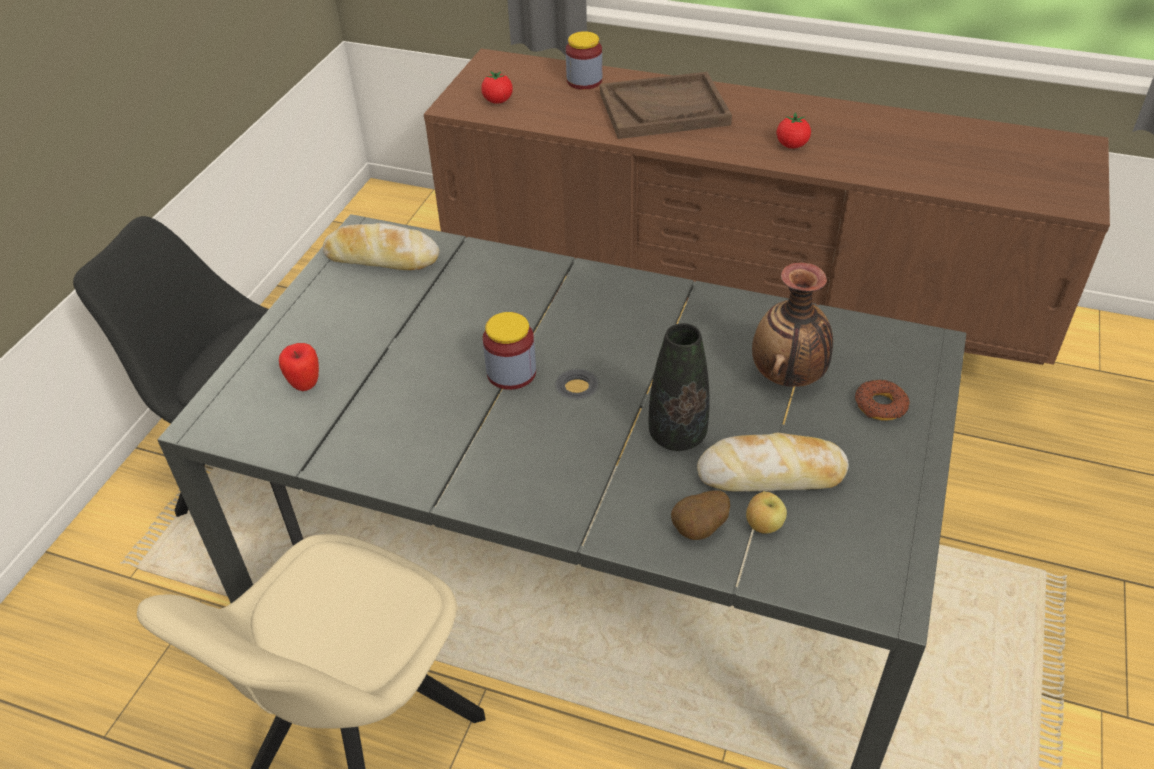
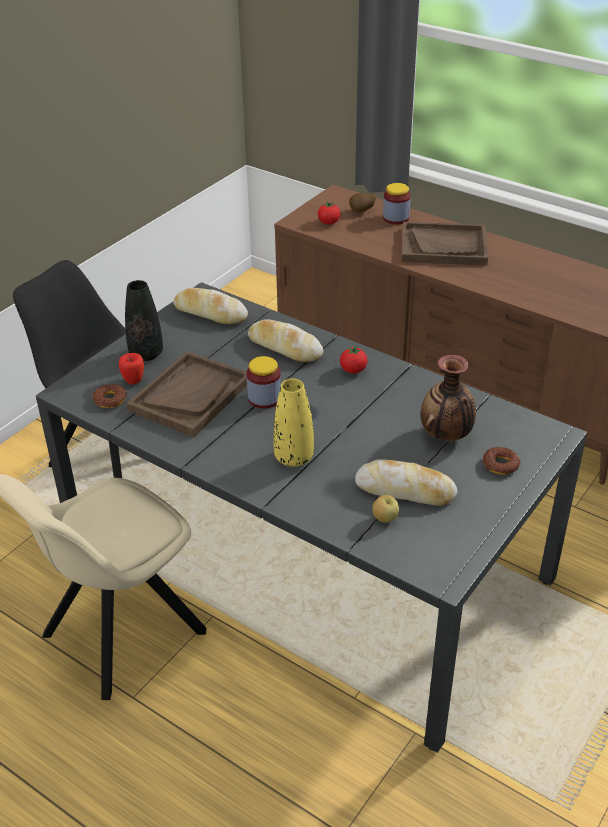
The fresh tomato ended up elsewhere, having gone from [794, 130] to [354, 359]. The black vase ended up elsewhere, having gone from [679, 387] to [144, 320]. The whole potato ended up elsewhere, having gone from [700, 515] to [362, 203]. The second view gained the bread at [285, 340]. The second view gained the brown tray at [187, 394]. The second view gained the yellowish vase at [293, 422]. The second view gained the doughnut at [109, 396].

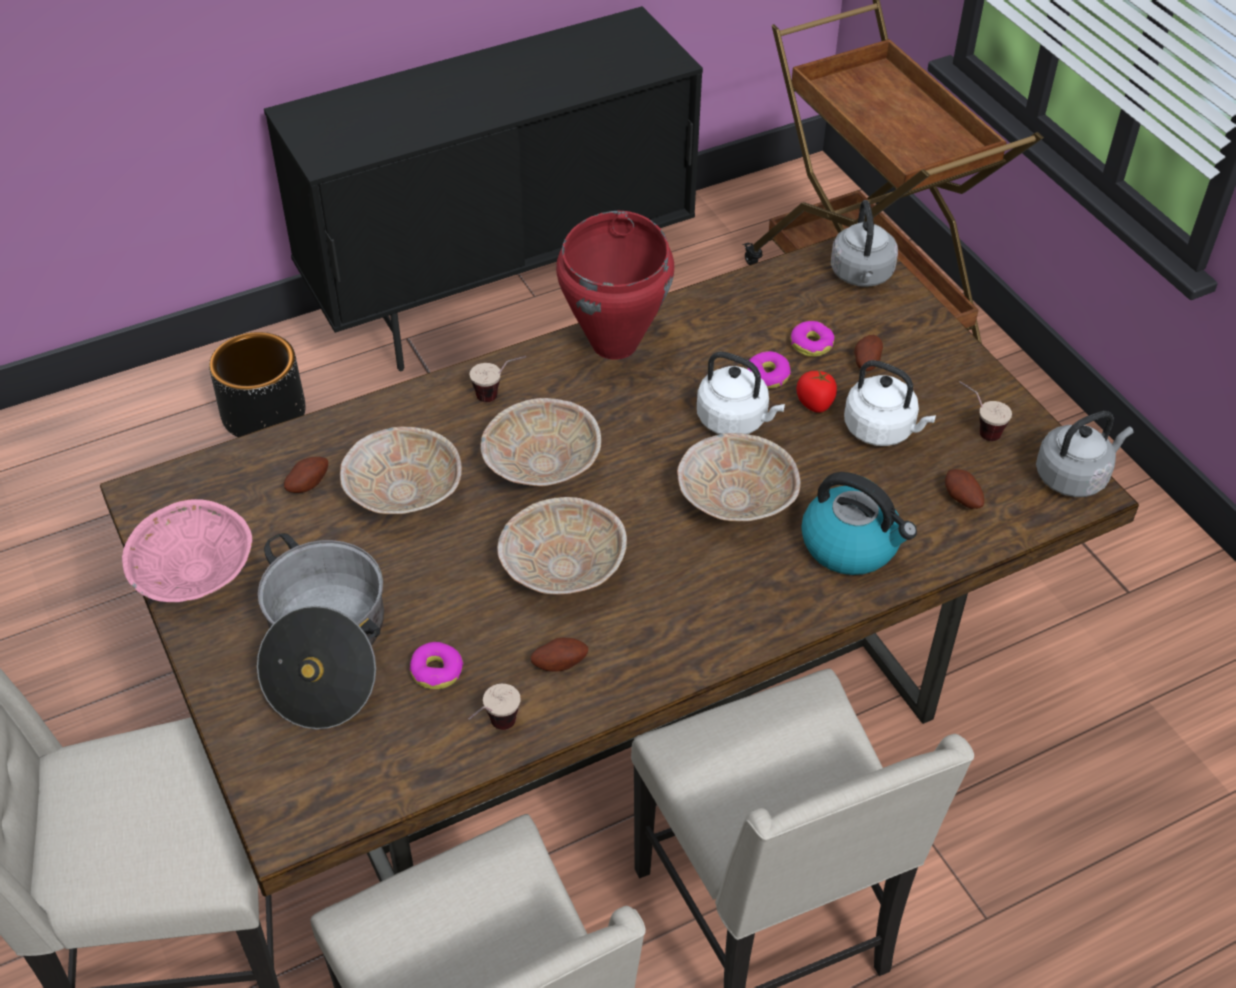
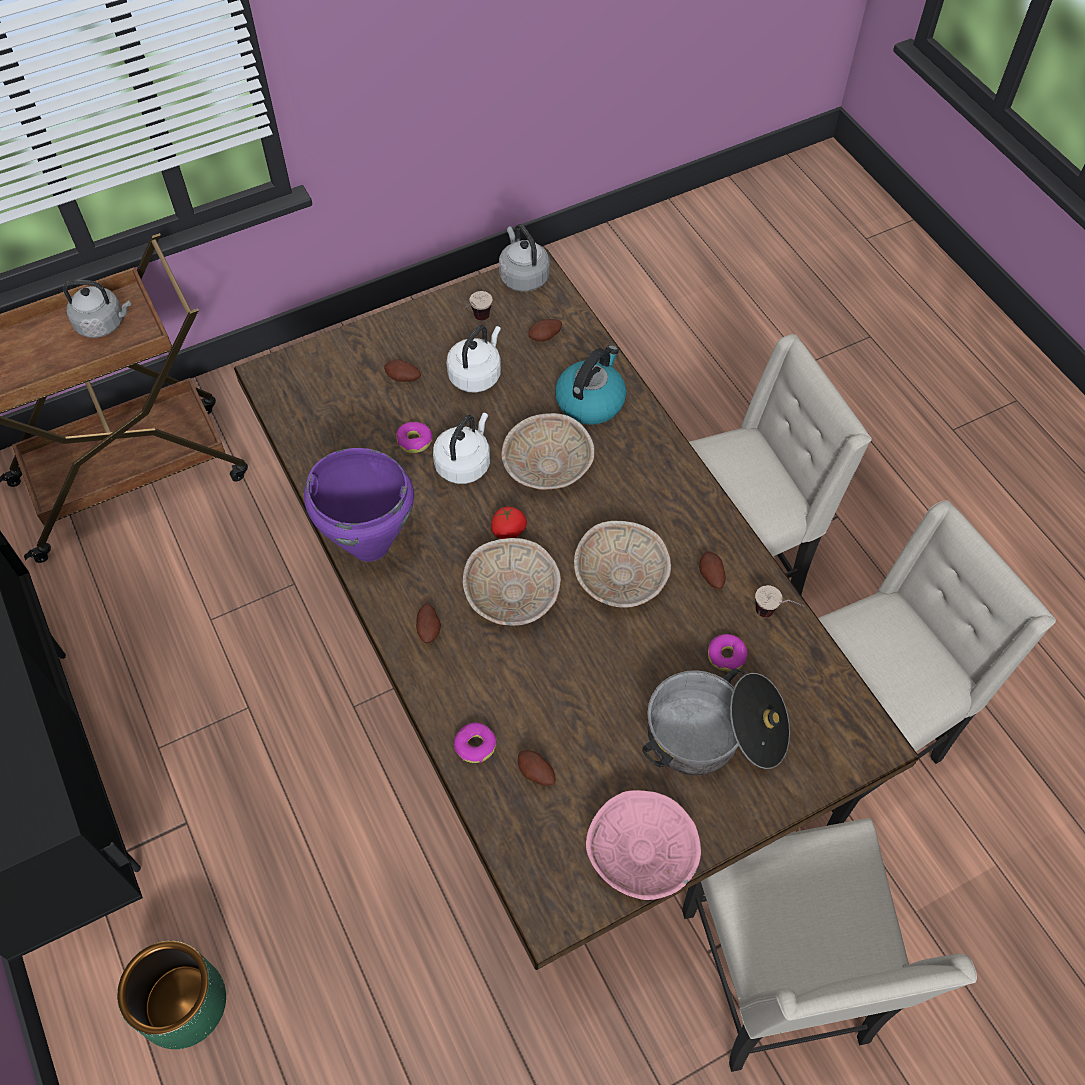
The grey tea kettle ended up elsewhere, having gone from [864, 243] to [97, 309]. What was the red saucepot at [615, 285] turned into the purple-coloured saucepot at [359, 505]. The doughnut ended up elsewhere, having gone from [812, 339] to [475, 742]. What was the black flower pot at [257, 384] turned into the green-coloured flower pot at [171, 995]. Where the cup stood at [498, 379], the whole potato came to stand at [428, 623]. The fresh tomato ended up elsewhere, having gone from [816, 391] to [509, 523]. The second view lost the beige deep dish at [401, 470].

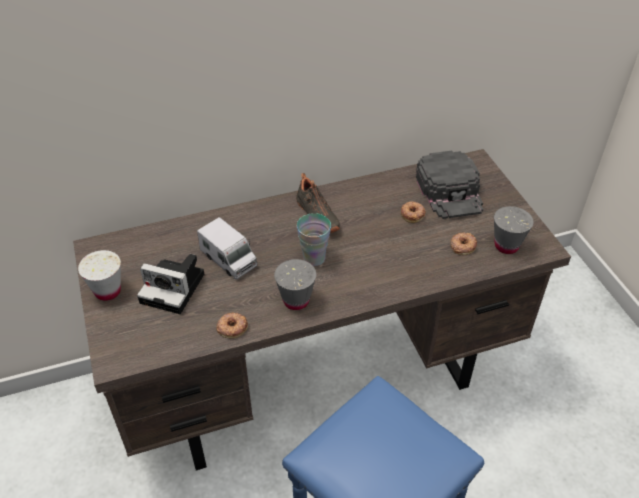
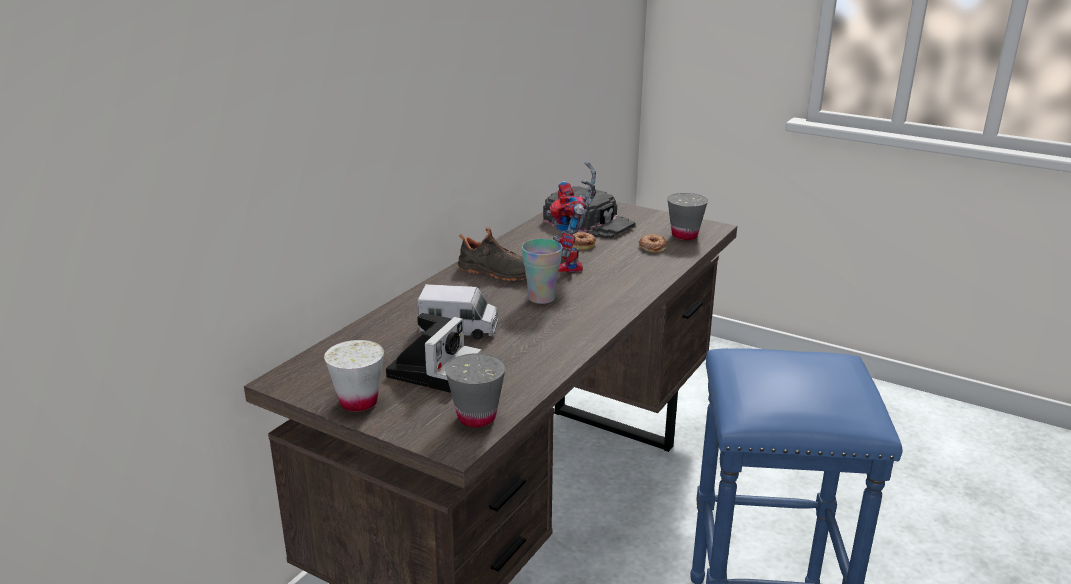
The still camera at [170, 284] ended up facing another way, 45 degrees counterclockwise from before. The grey cup ended up elsewhere, having gone from [295, 284] to [475, 390]. The second view lost the doughnut at [232, 325]. The second view gained the toy robot at [571, 217].

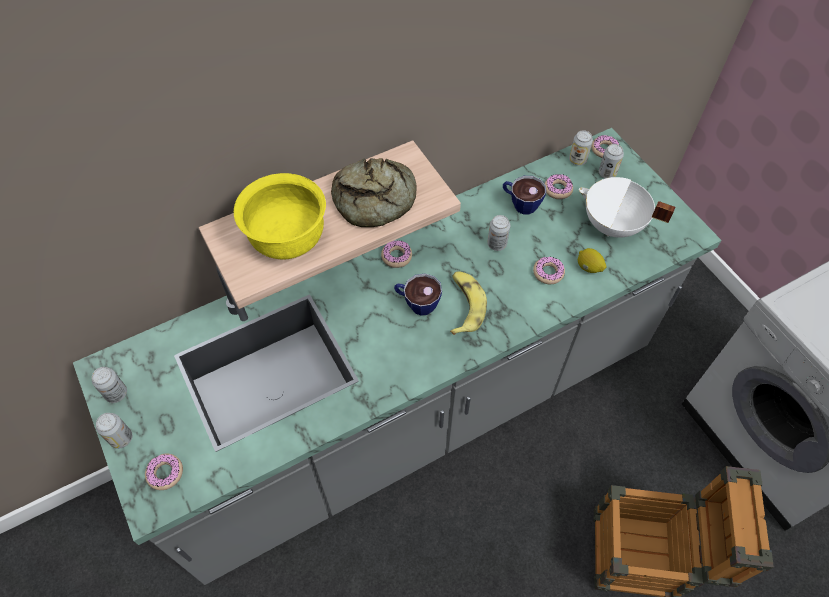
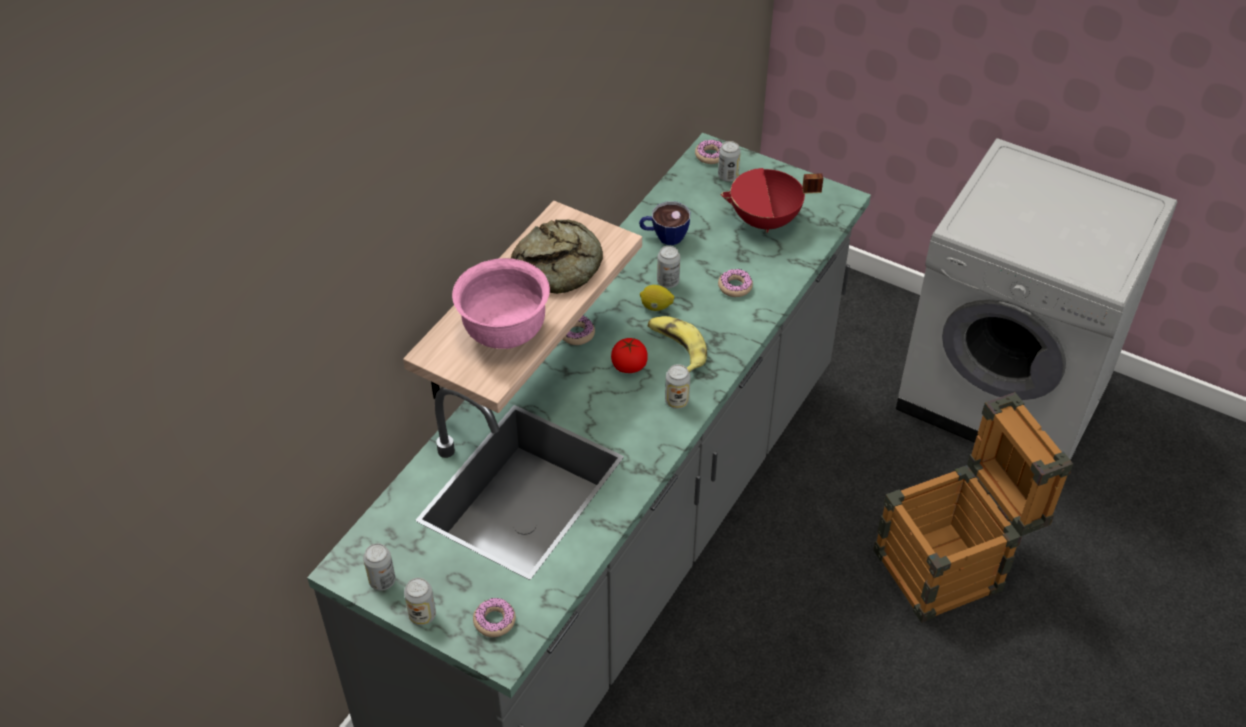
The can ended up elsewhere, having gone from [581, 148] to [677, 386]. What was the yellowish deep dish at [280, 216] turned into the pinkish deep dish at [501, 303]. The second view lost the doughnut at [558, 186]. What was the white saucepot at [627, 207] turned into the red saucepot at [772, 200]. The citrus fruit ended up elsewhere, having gone from [592, 260] to [657, 298]. Where the cup stood at [418, 295], the fresh tomato came to stand at [629, 355].

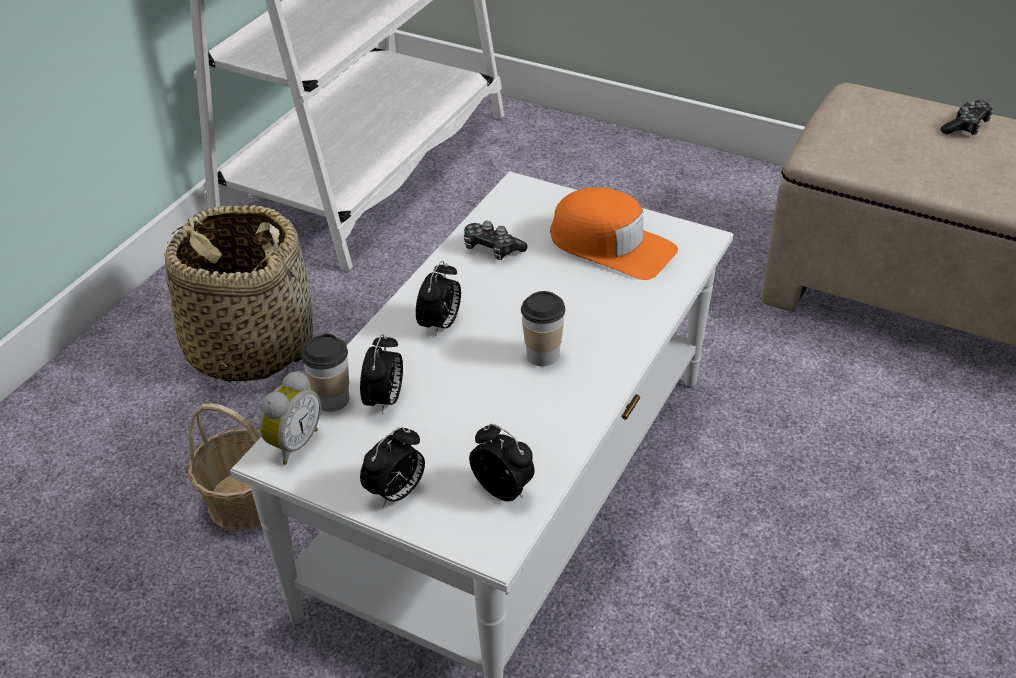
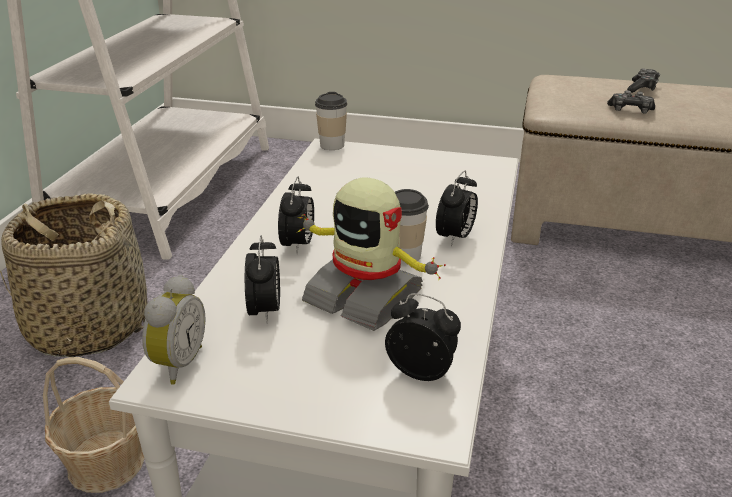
The second view lost the orangey peaked cap at [614, 234]. The joypad ended up elsewhere, having gone from [496, 240] to [631, 101]. The cup ended up elsewhere, having gone from [325, 372] to [331, 121]. The alarm clock ended up elsewhere, having gone from [392, 467] to [457, 208]. The second view gained the toy robot at [372, 254].

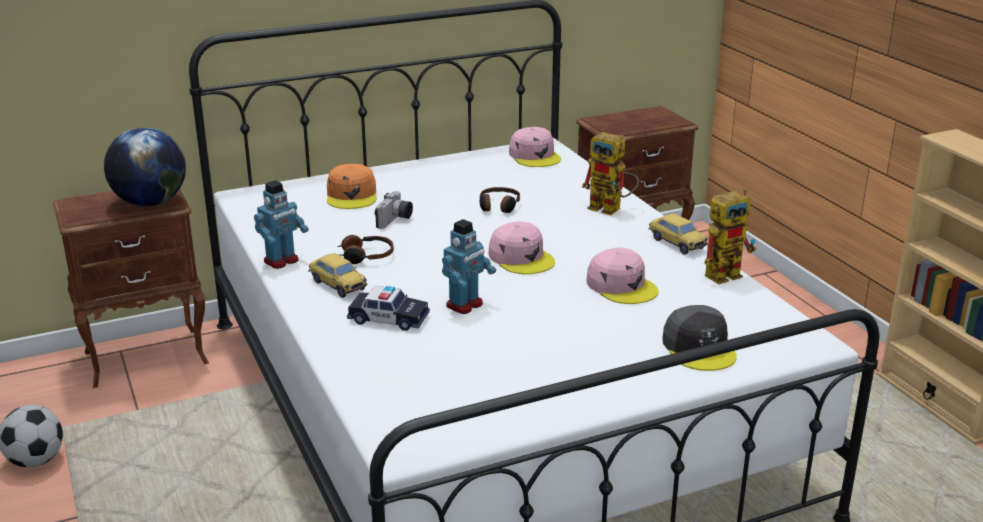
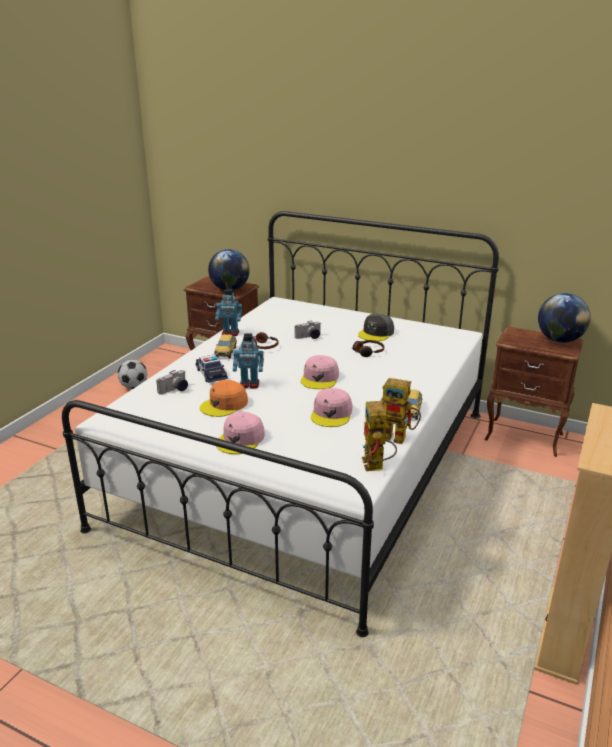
The pinkish peaked cap ended up elsewhere, having gone from [535, 147] to [240, 432]. The toy robot ended up elsewhere, having gone from [610, 173] to [379, 436]. The orangey peaked cap ended up elsewhere, having gone from [352, 186] to [224, 398]. The grey peaked cap ended up elsewhere, having gone from [699, 338] to [376, 327]. The second view gained the world globe at [564, 318]. The second view gained the still camera at [172, 382].

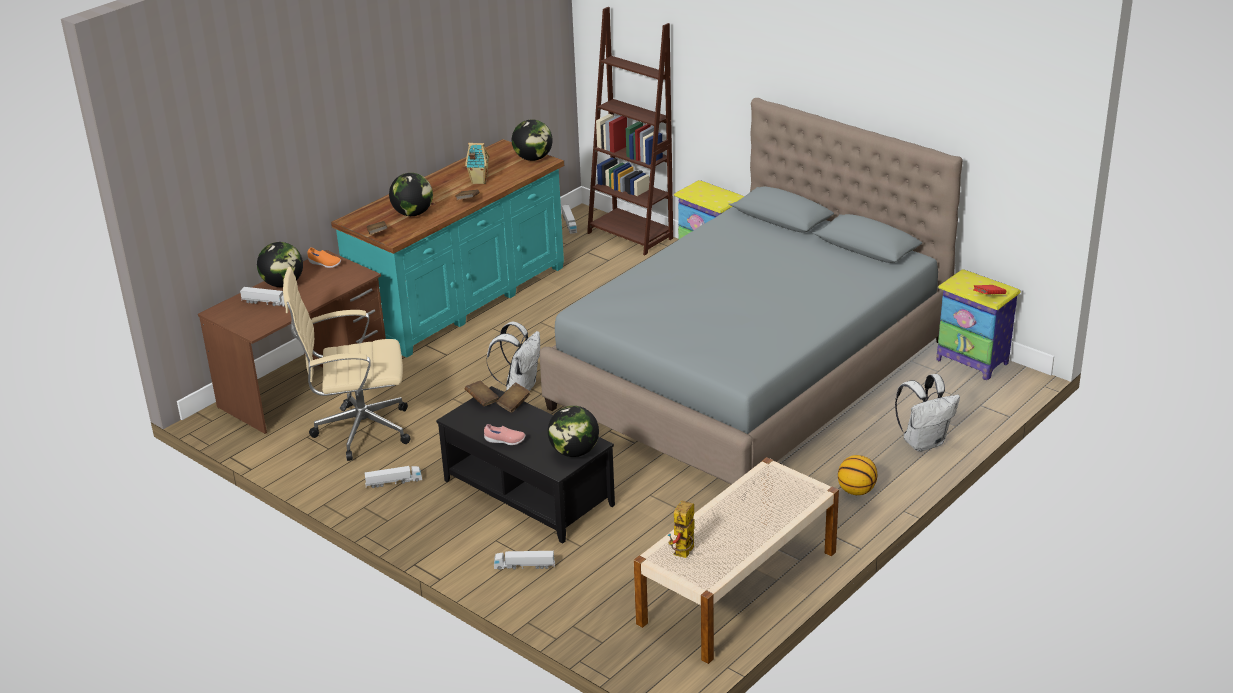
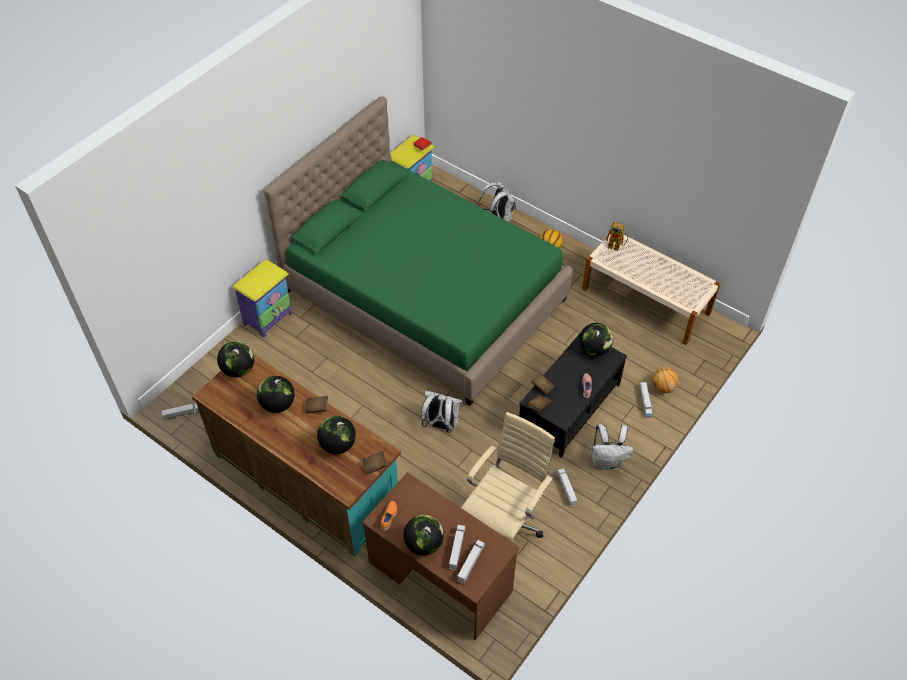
The second view lost the brown bookshelf at [630, 131]. What was the grey sleeping bed at [751, 299] turned into the green-coloured sleeping bed at [418, 251]. Where the model house stood at [477, 163], the world globe came to stand at [276, 394]. The beige office chair at [347, 364] ended up facing another way, 135 degrees counterclockwise from before. The toy robot ended up elsewhere, having gone from [681, 529] to [616, 236]. The second view gained the basketball at [665, 380]. The second view gained the white knapsack at [612, 447]. The second view gained the toy truck at [471, 562].

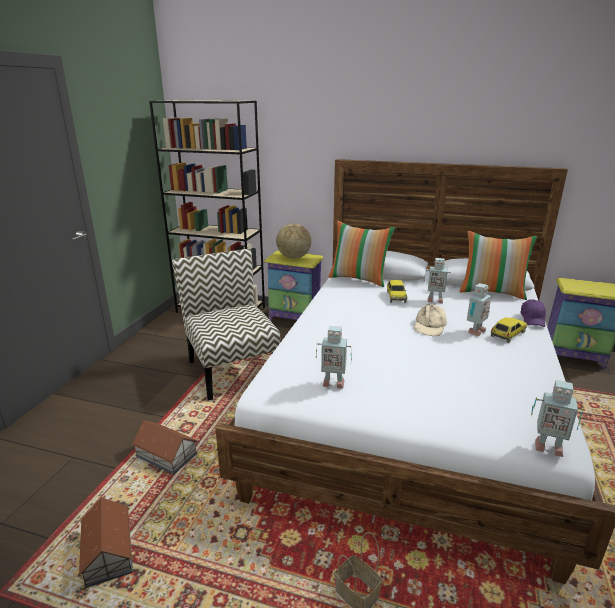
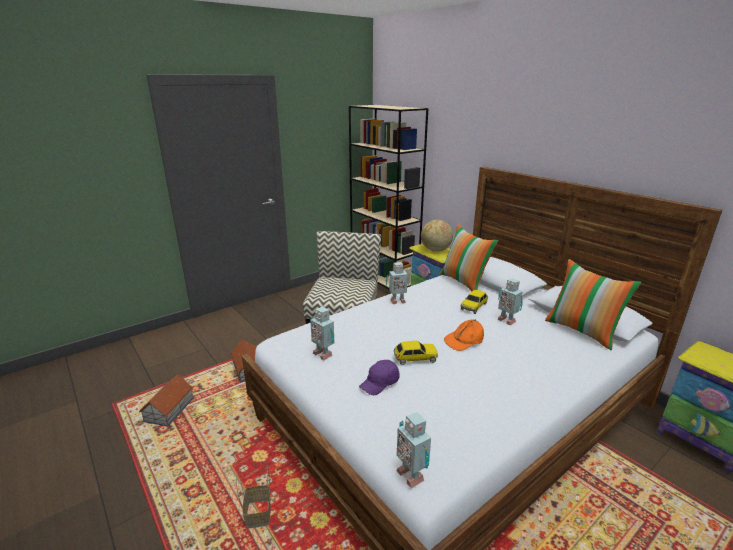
The toy robot ended up elsewhere, having gone from [479, 309] to [397, 283]. The purple-coloured peaked cap ended up elsewhere, having gone from [533, 313] to [379, 377]. What was the beige peaked cap at [430, 320] turned into the orangey peaked cap at [464, 335]. The miniature car ended up elsewhere, having gone from [509, 330] to [416, 353].

